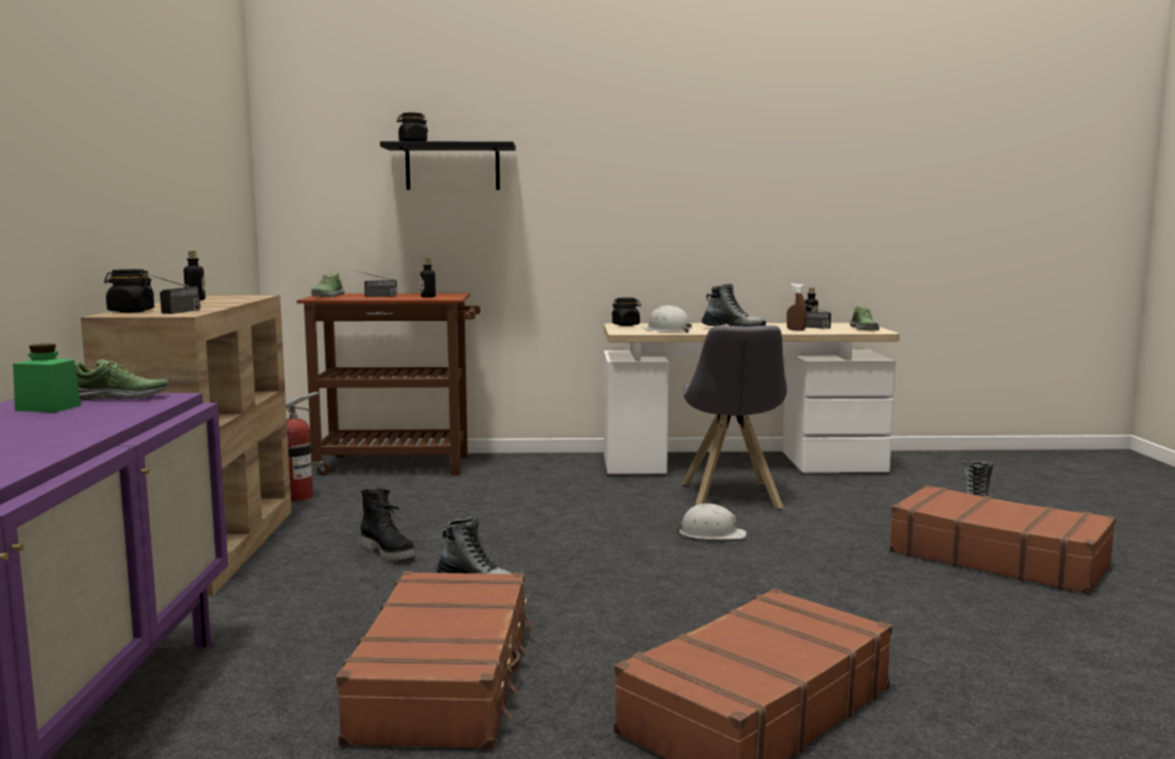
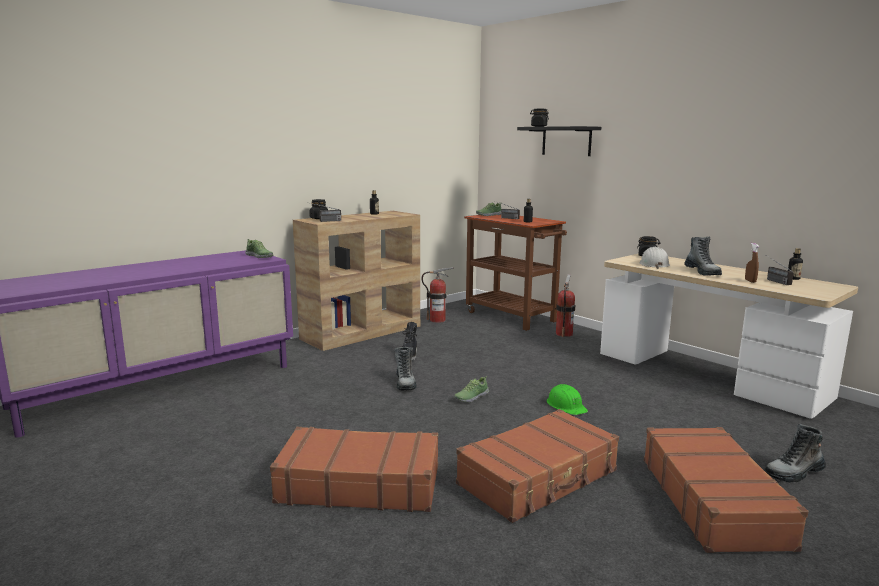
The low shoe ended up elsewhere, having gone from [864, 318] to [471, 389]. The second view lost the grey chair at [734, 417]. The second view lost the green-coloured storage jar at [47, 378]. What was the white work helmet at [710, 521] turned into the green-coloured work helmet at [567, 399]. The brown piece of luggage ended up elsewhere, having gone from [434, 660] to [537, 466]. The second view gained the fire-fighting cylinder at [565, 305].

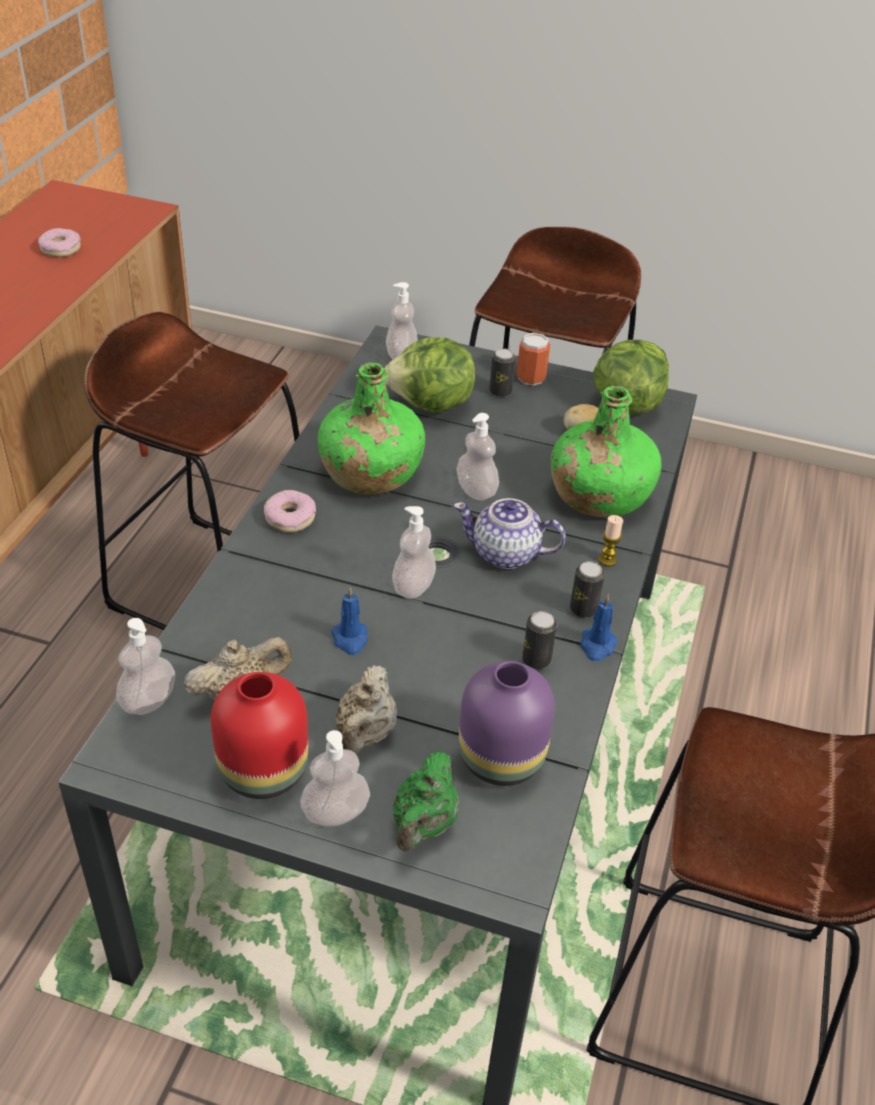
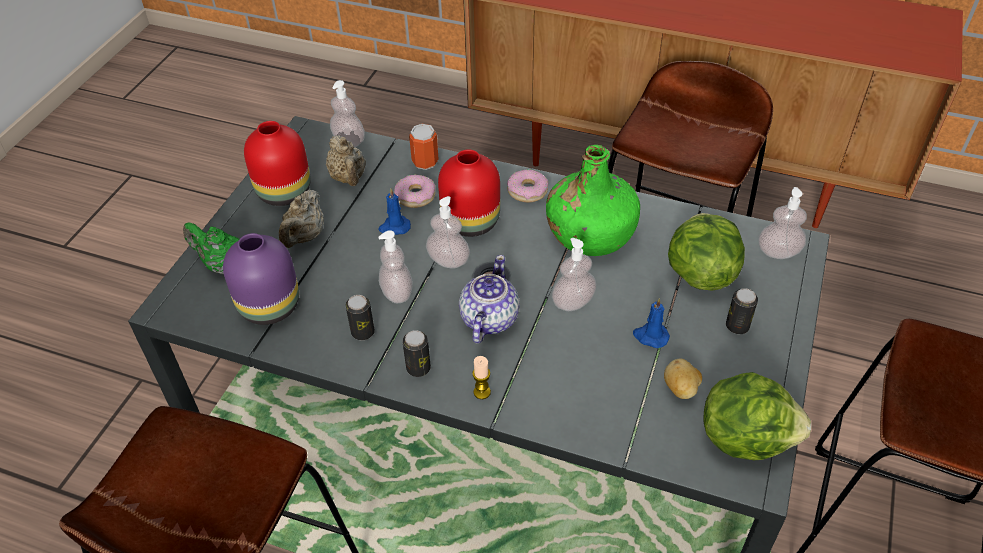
The doughnut ended up elsewhere, having gone from [59, 242] to [414, 191]. The can ended up elsewhere, having gone from [533, 359] to [424, 147]. The second view lost the green-coloured drink bottle at [606, 452]. The blue wax light ended up elsewhere, having gone from [599, 627] to [651, 323]. The beige tea pot at [366, 709] ended up facing another way, 90 degrees counterclockwise from before. The liquid soap bottle ended up elsewhere, having gone from [335, 778] to [395, 267]. The second view gained the red vase at [469, 193].

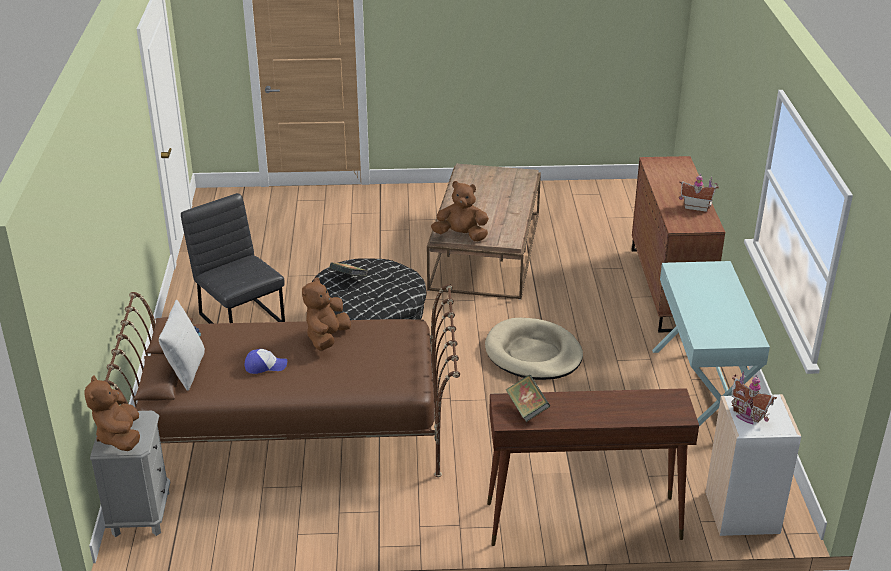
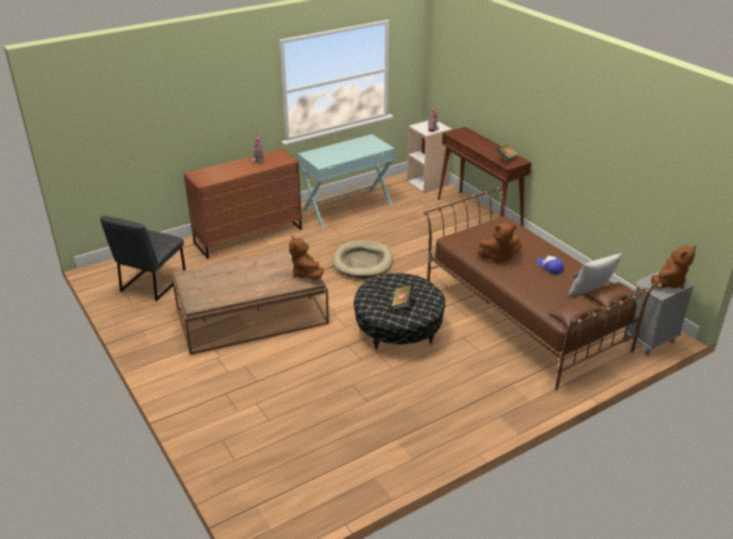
The grey chair ended up elsewhere, having gone from [233, 258] to [143, 258].

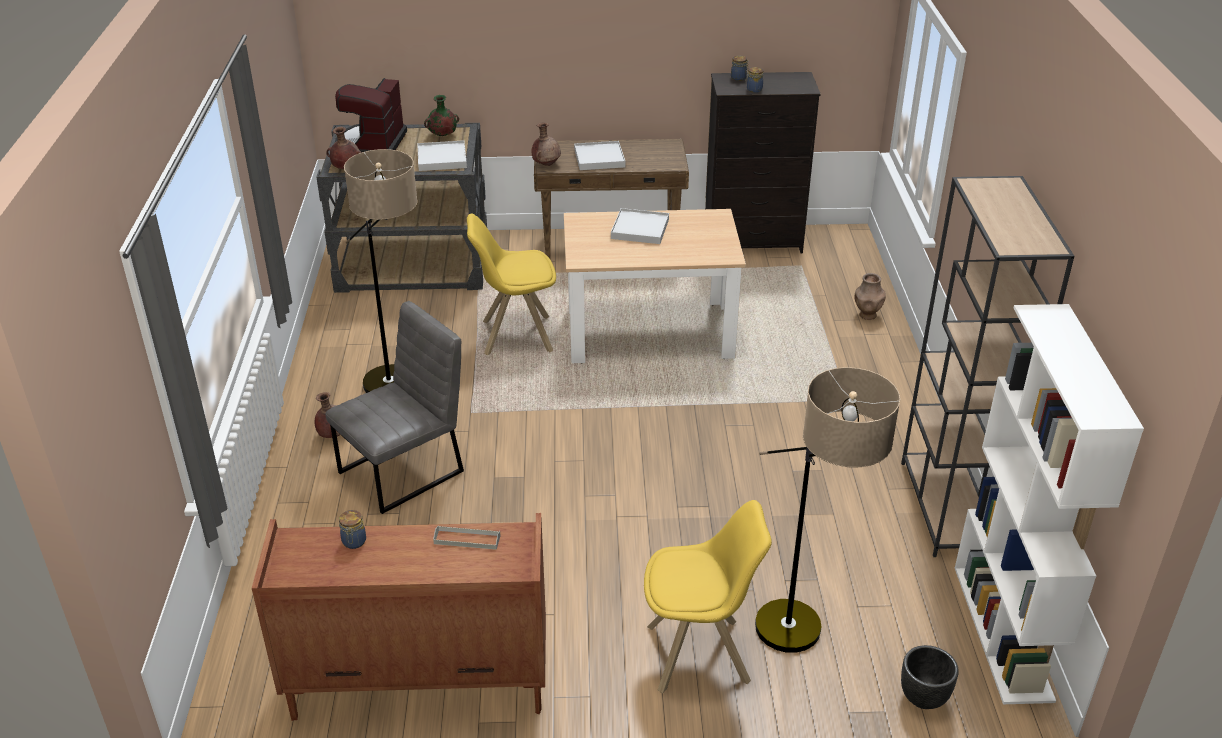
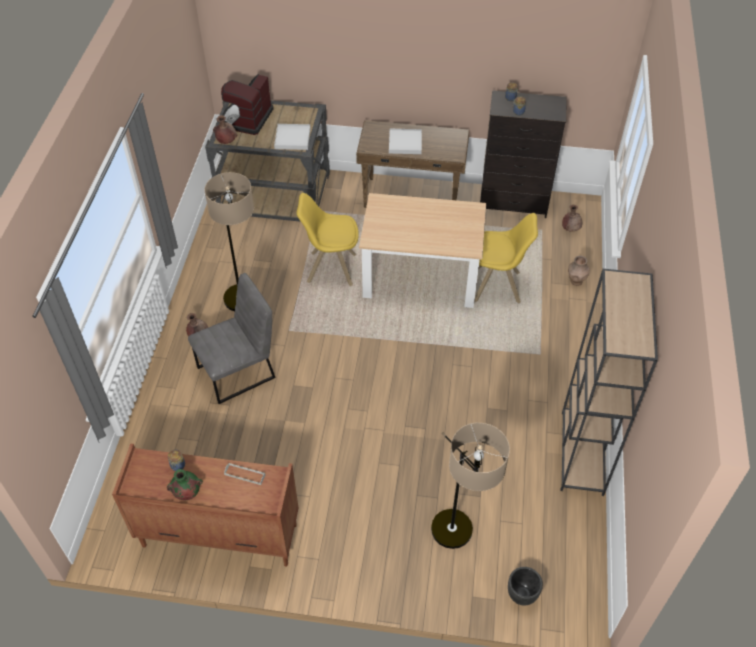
The green-coloured vase ended up elsewhere, having gone from [441, 115] to [185, 484]. The brown vase ended up elsewhere, having gone from [546, 144] to [572, 218]. The second view lost the white tray at [640, 226]. The second view lost the white bookshelf at [1049, 504]. The yellowish chair ended up elsewhere, having gone from [708, 596] to [506, 258].

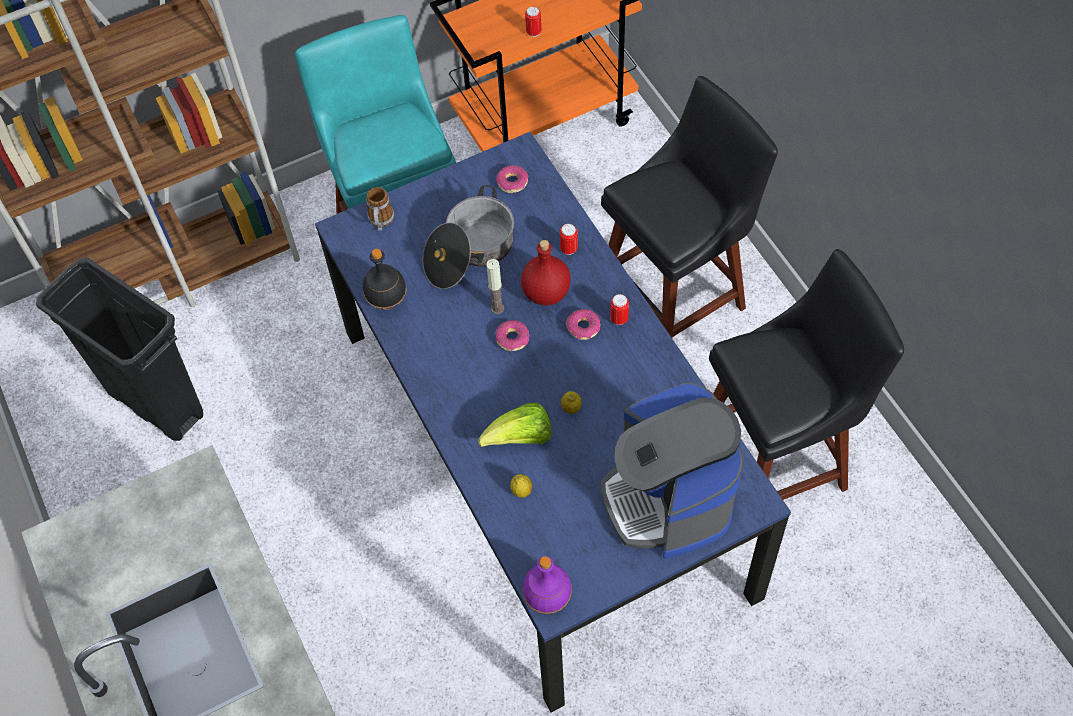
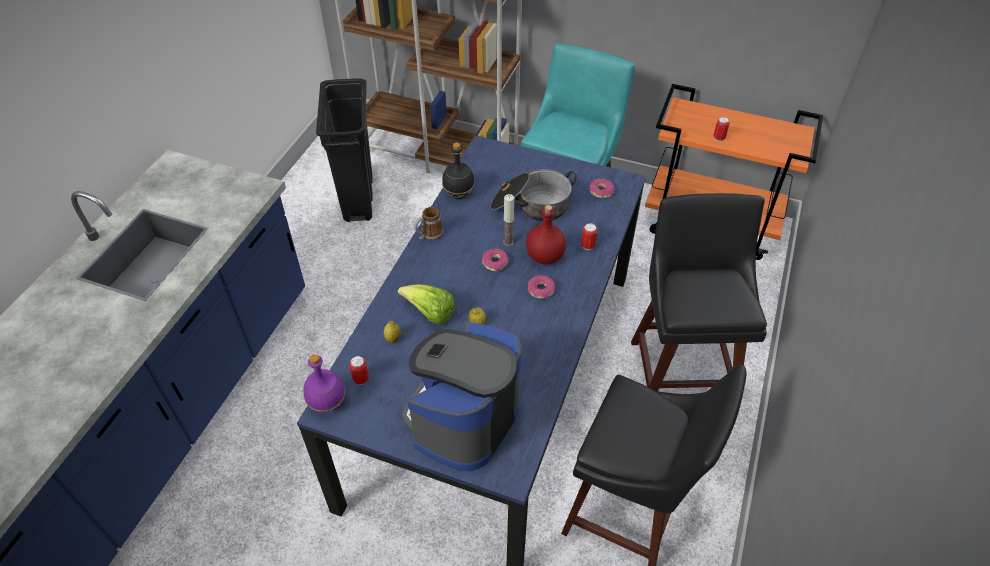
The black chair at [689, 206] ended up facing another way, 105 degrees counterclockwise from before. The tea mug ended up elsewhere, having gone from [380, 209] to [428, 224]. The can ended up elsewhere, having gone from [619, 309] to [359, 370].

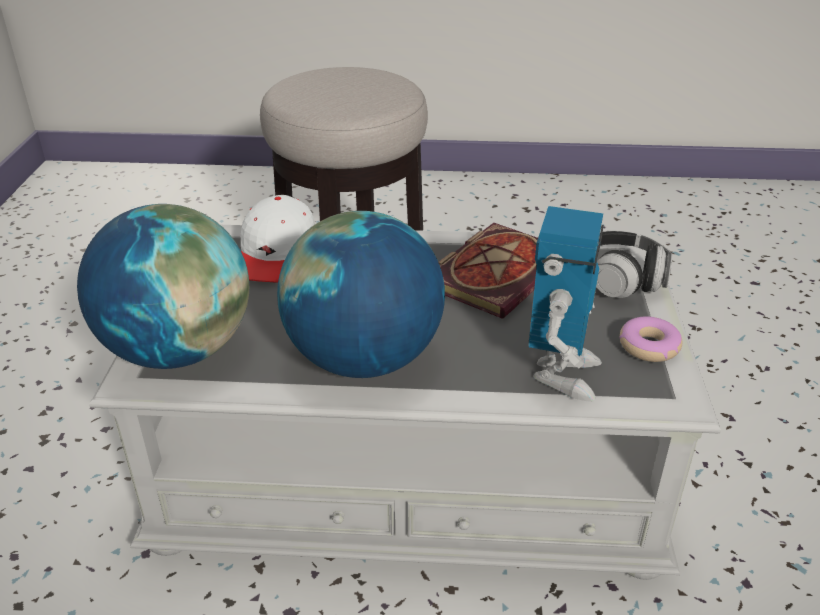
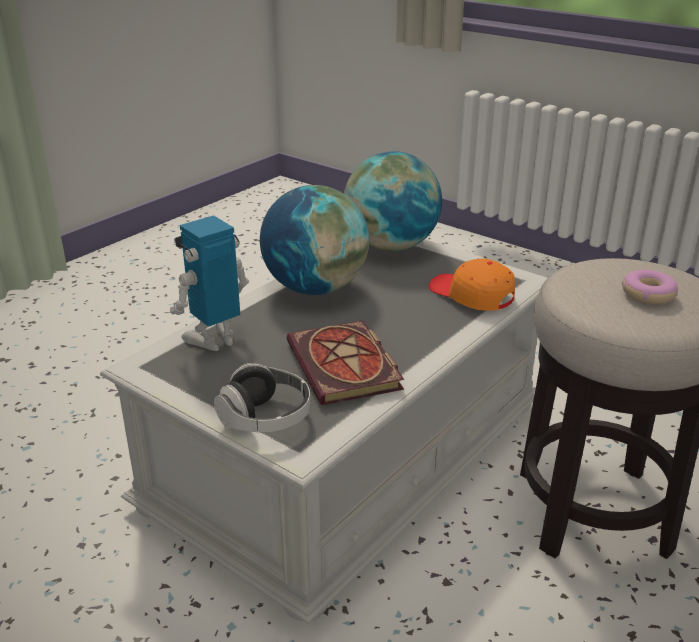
What was the white peaked cap at [278, 239] turned into the orangey peaked cap at [472, 284]. The toy robot at [566, 304] ended up facing another way, 90 degrees clockwise from before. The doughnut ended up elsewhere, having gone from [650, 339] to [650, 287].

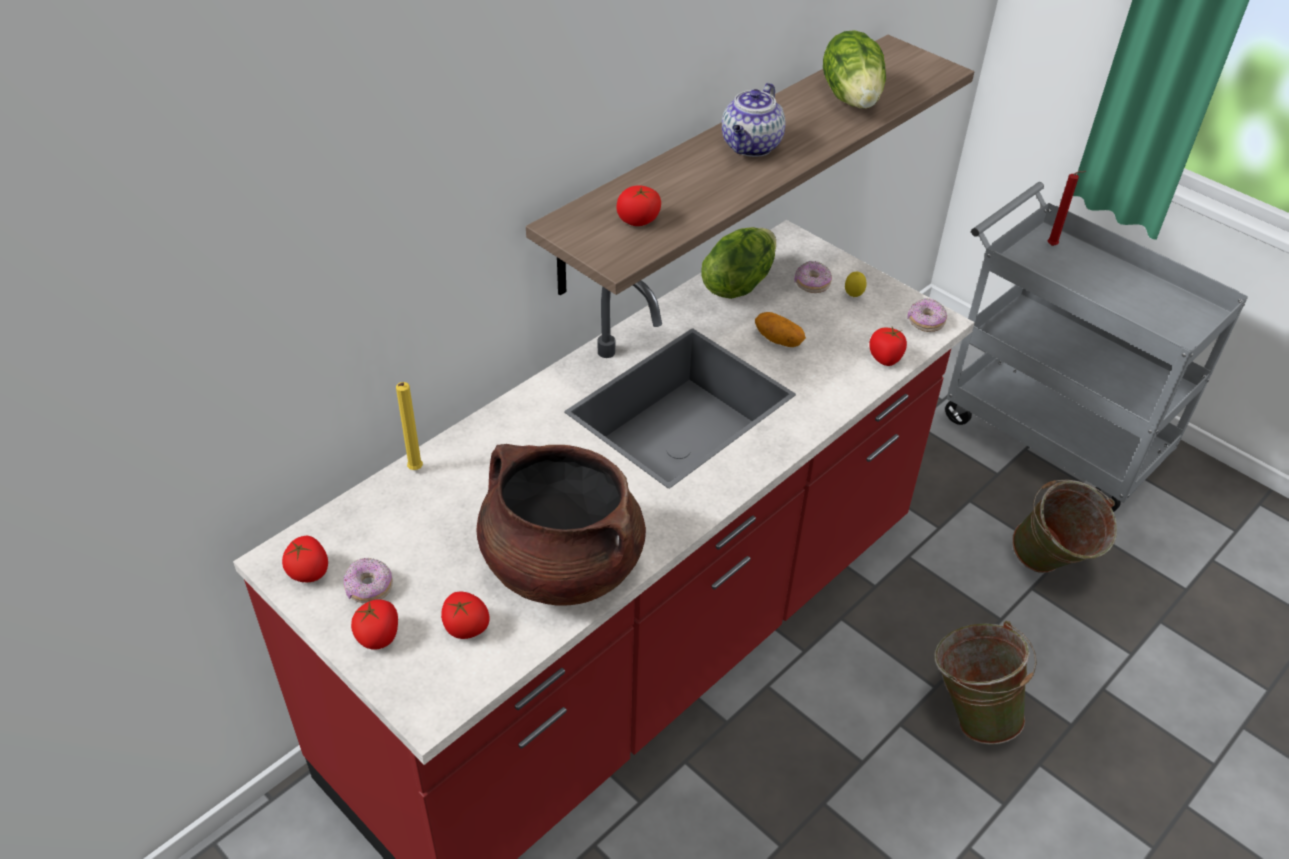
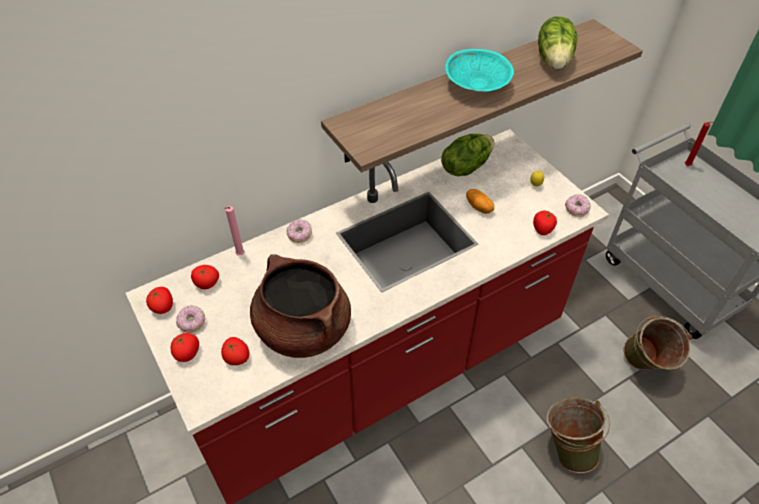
Where the tea pot stood at [753, 120], the turquoise deep dish came to stand at [479, 70]. The fresh tomato ended up elsewhere, having gone from [638, 205] to [205, 277]. The doughnut ended up elsewhere, having gone from [813, 277] to [299, 231]. What was the yellowish wax light at [409, 426] turned into the pinkish wax light at [234, 231].

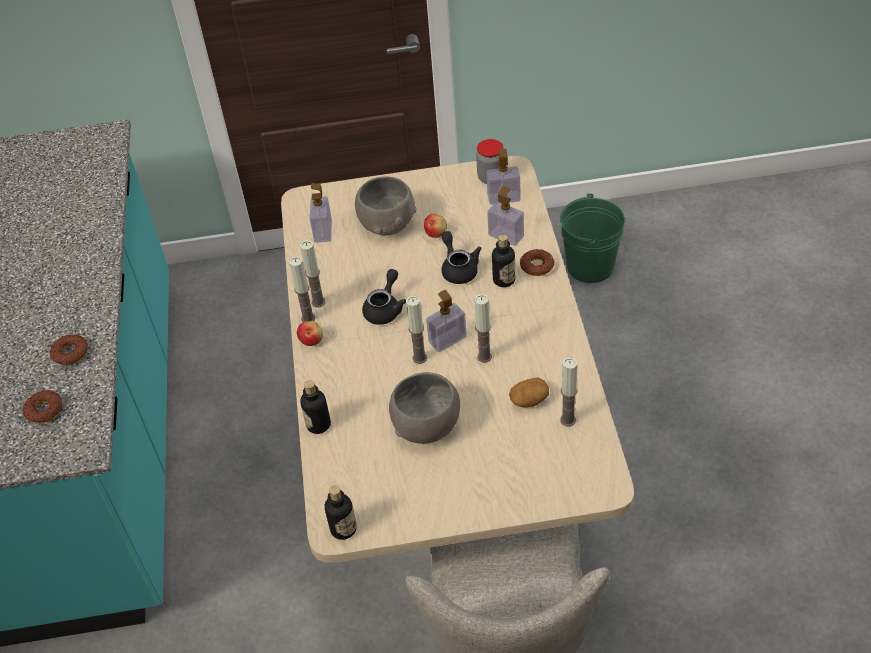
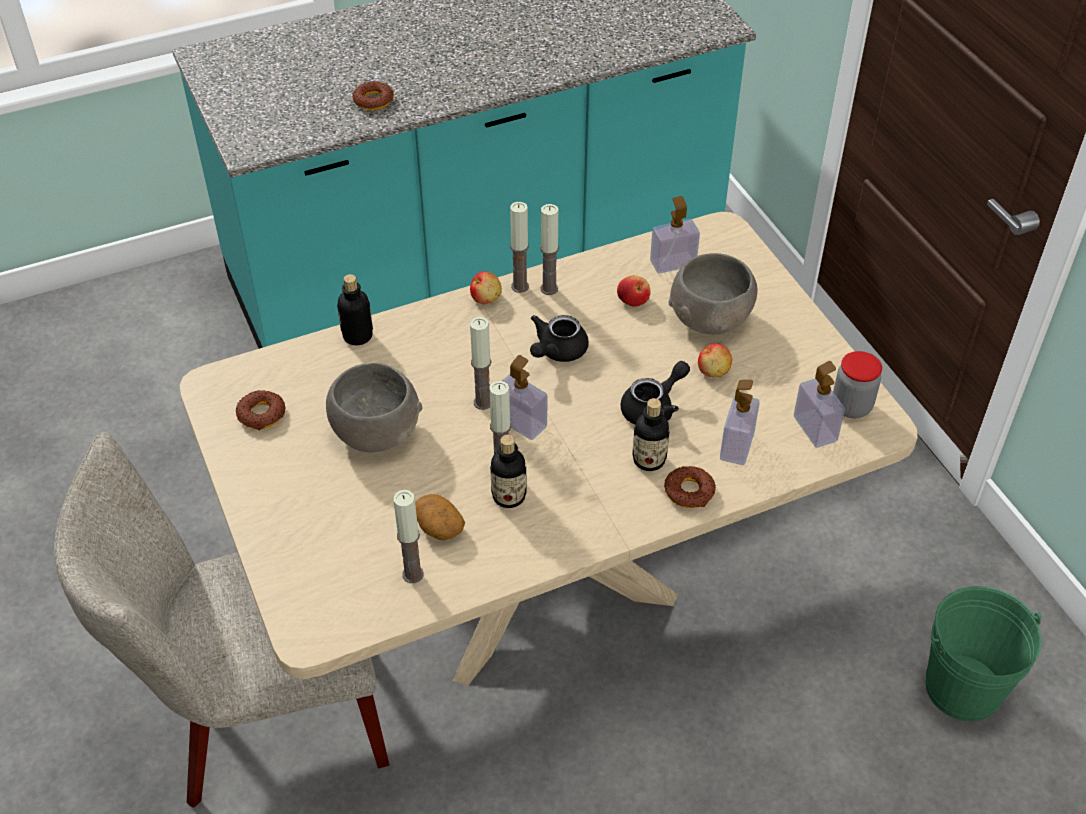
The black tea pot at [384, 297] ended up facing another way, 120 degrees clockwise from before. The doughnut ended up elsewhere, having gone from [42, 406] to [261, 410]. The drink bottle ended up elsewhere, having gone from [341, 512] to [508, 471]. The second view gained the whole apple at [634, 291].

